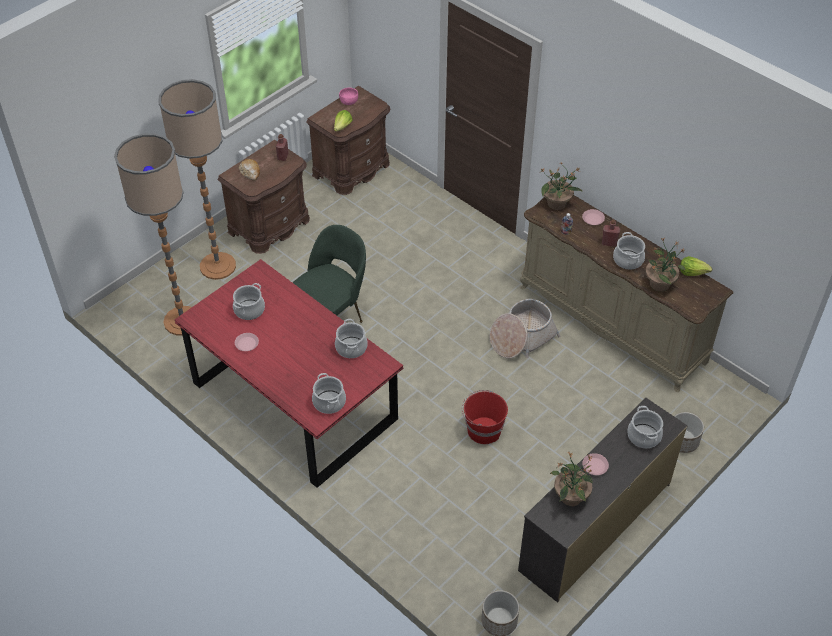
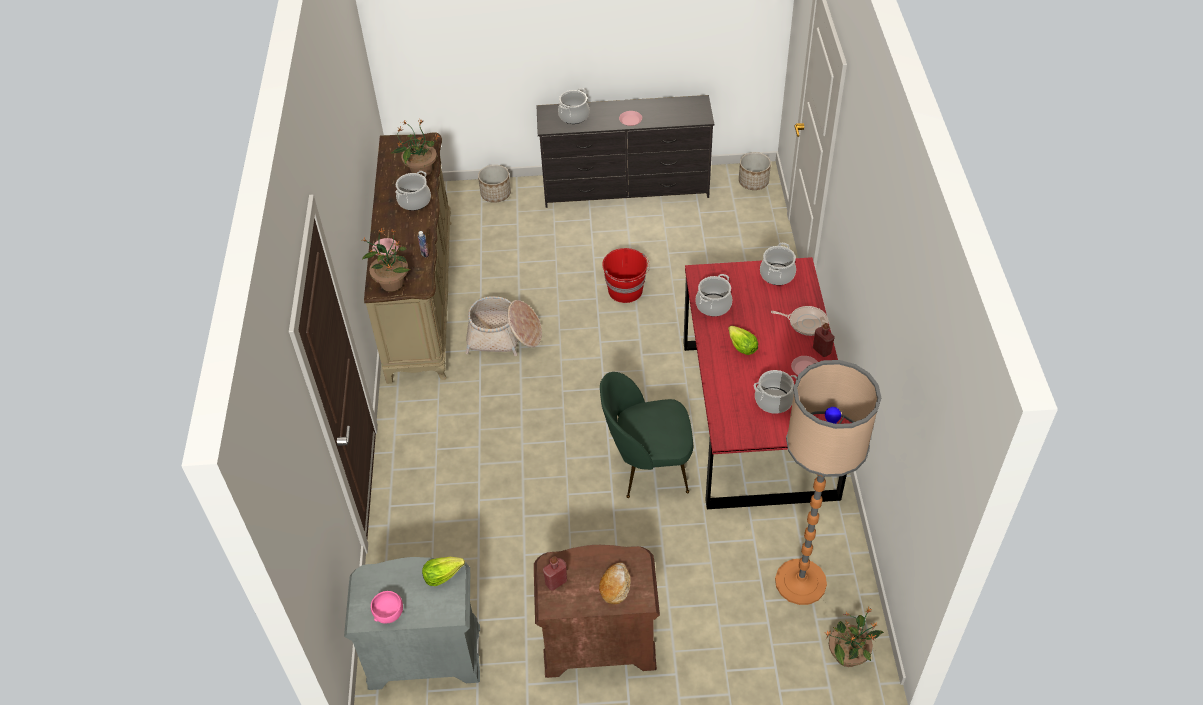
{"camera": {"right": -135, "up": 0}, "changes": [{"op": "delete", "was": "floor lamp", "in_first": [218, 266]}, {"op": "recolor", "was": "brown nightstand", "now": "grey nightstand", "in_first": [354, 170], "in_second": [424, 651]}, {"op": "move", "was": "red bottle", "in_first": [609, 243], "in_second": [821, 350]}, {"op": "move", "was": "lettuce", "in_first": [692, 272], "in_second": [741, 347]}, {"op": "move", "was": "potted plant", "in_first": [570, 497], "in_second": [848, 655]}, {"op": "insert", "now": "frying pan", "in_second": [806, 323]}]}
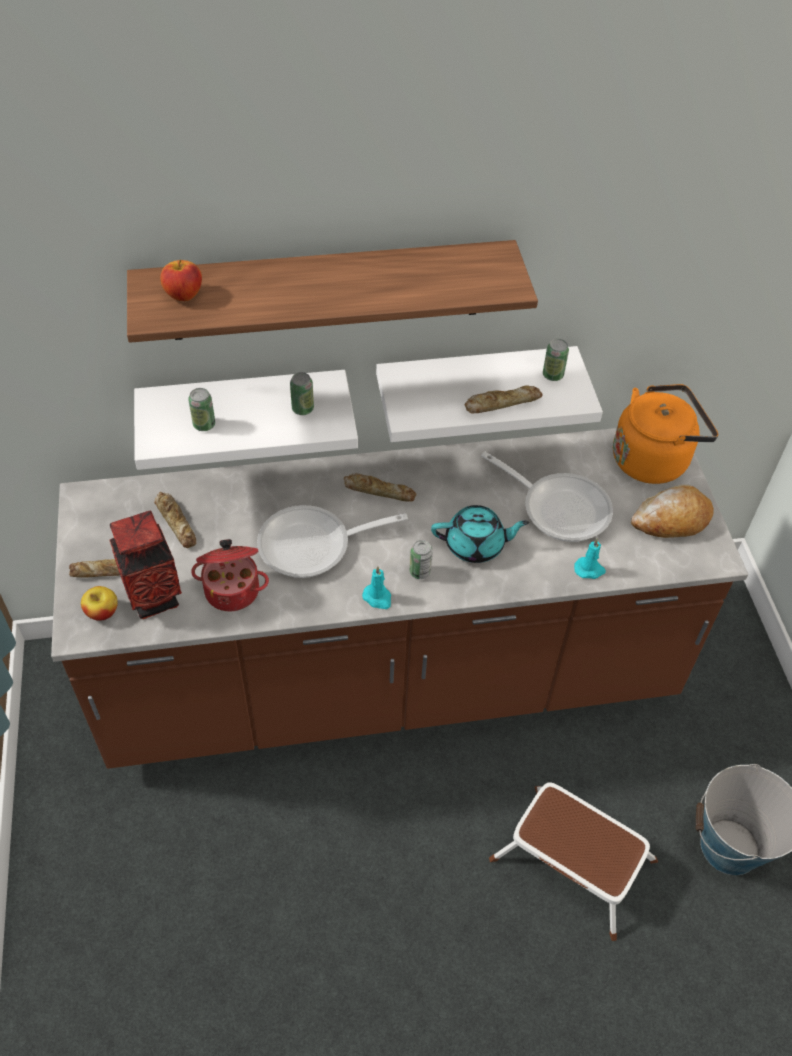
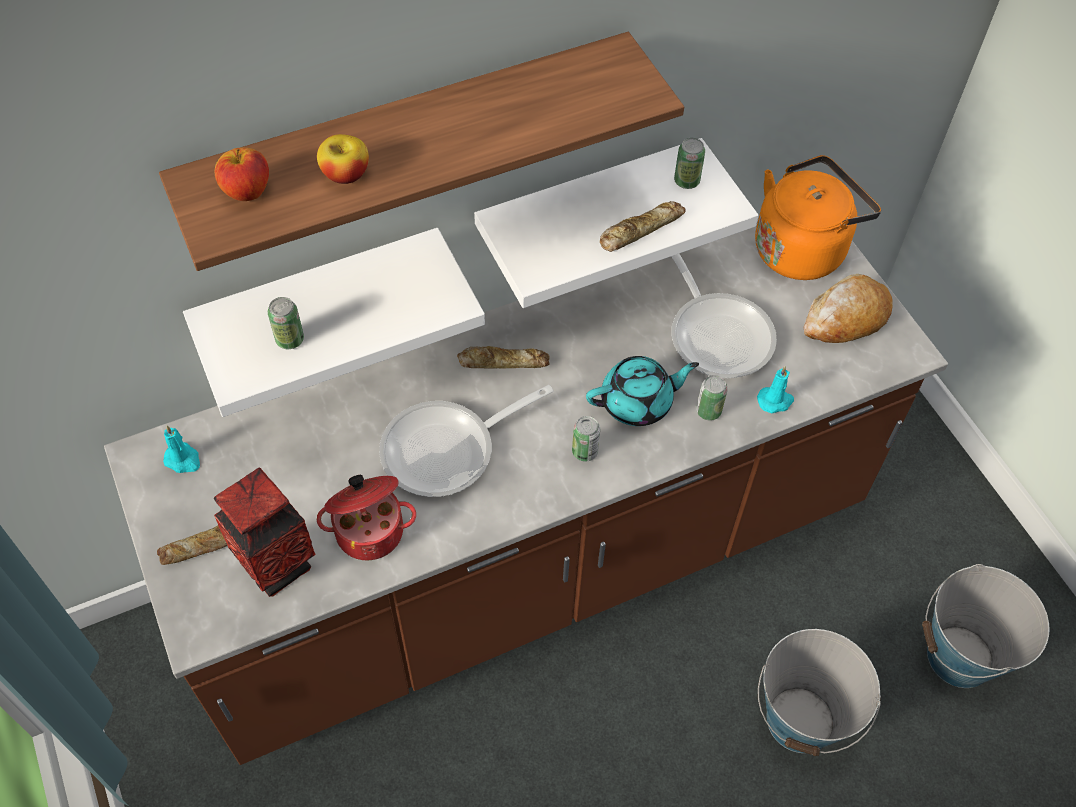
{"camera": {"right": -15, "up": 5}, "changes": [{"op": "move", "was": "can", "in_first": [302, 409], "in_second": [708, 411]}, {"op": "rotate", "was": "frying pan", "in_first": [559, 507], "in_second": [717, 333], "clockwise": 45}, {"op": "delete", "was": "bread", "in_first": [176, 522]}, {"op": "move", "was": "turquoise candle", "in_first": [378, 598], "in_second": [183, 460]}, {"op": "move", "was": "apple", "in_first": [102, 612], "in_second": [345, 174]}, {"op": "replace", "was": "brown step ladder", "now": "bucket", "in_first": [573, 861], "in_second": [801, 720]}]}
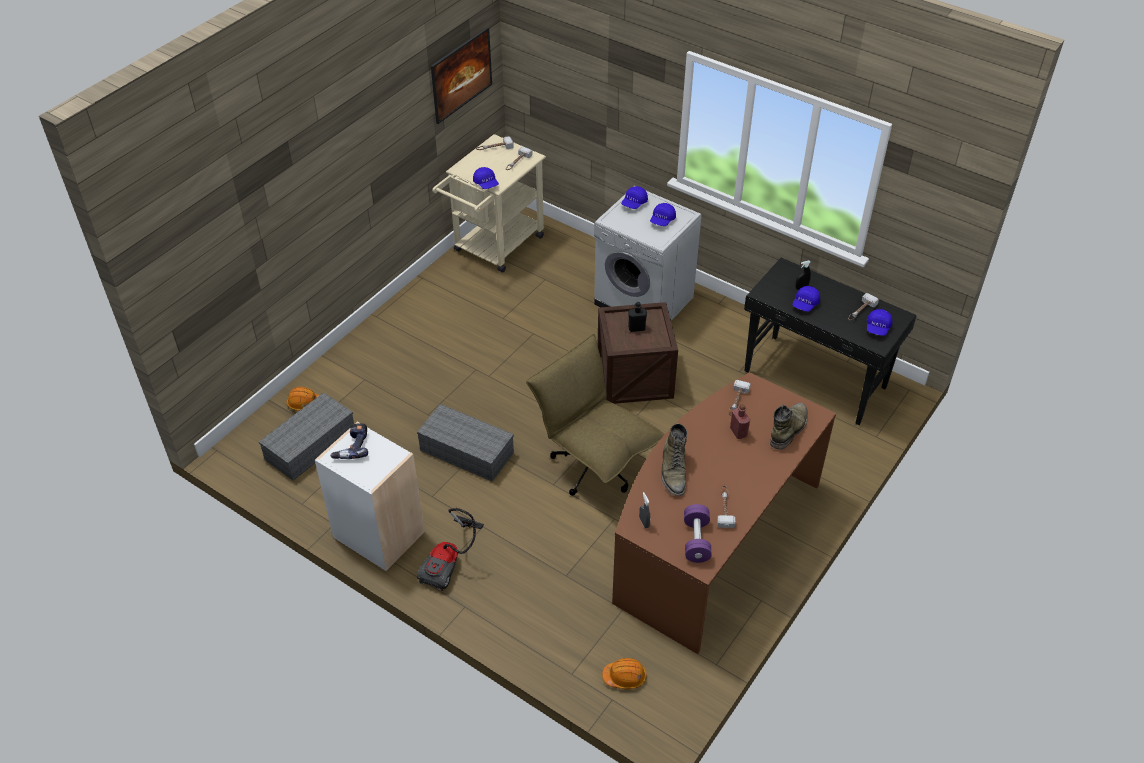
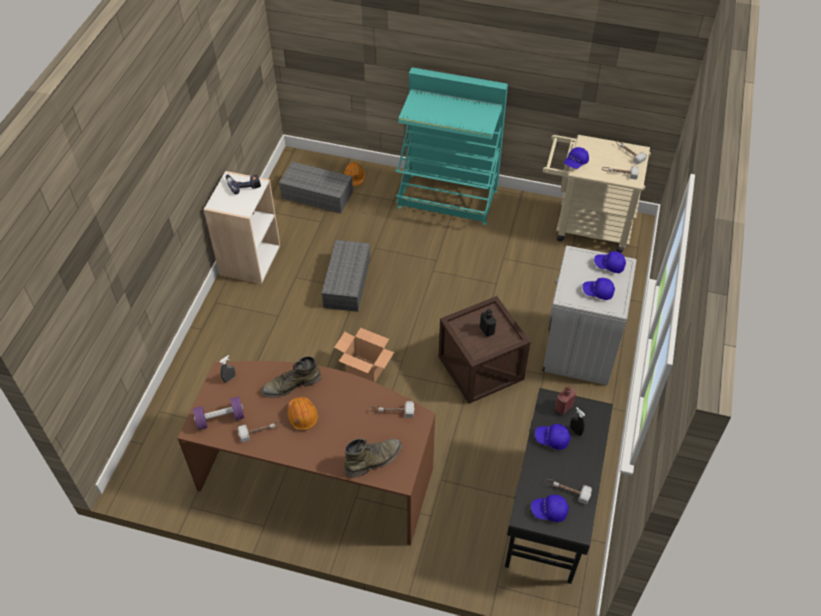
{"camera": {"right": 70, "up": 5}, "changes": [{"op": "delete", "was": "picture", "in_first": [462, 89]}, {"op": "replace", "was": "beige office chair", "now": "cardboard box", "in_first": [596, 466], "in_second": [365, 369]}, {"op": "rotate", "was": "green boot", "in_first": [789, 429], "in_second": [373, 460], "clockwise": -45}, {"op": "move", "was": "red bottle", "in_first": [738, 432], "in_second": [563, 407]}, {"op": "delete", "was": "vacuum cleaner", "in_first": [450, 562]}, {"op": "move", "was": "orange hard hat", "in_first": [625, 677], "in_second": [302, 416]}, {"op": "insert", "now": "turquoise shoe rack", "in_second": [446, 201]}]}
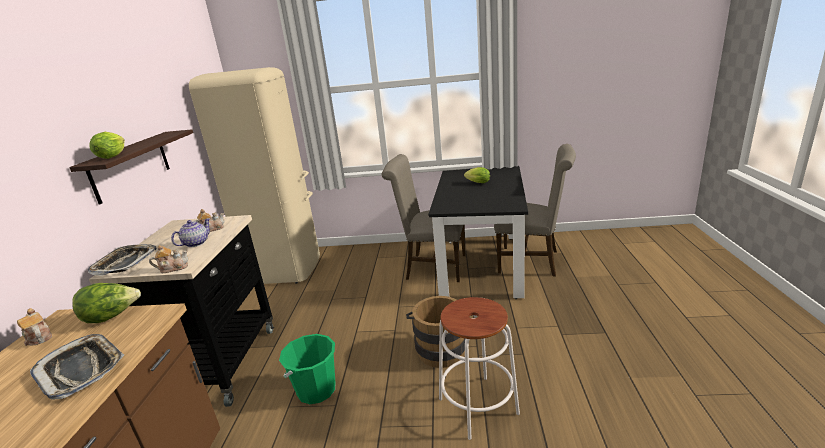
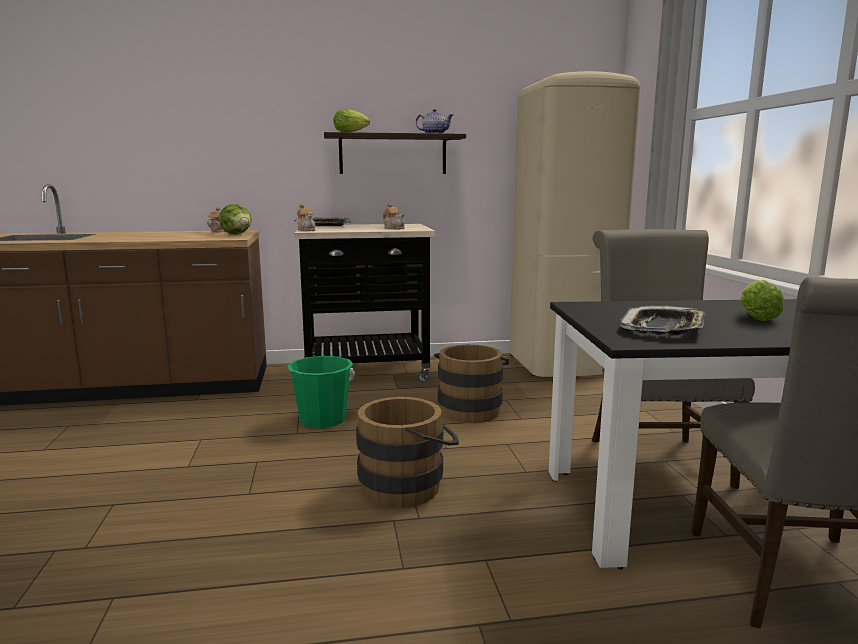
{"camera": {"right": 75, "up": -10}, "changes": [{"op": "move", "was": "teapot", "in_first": [195, 243], "in_second": [434, 134]}, {"op": "delete", "was": "white stool", "in_first": [478, 406]}, {"op": "move", "was": "tray", "in_first": [81, 369], "in_second": [663, 328]}, {"op": "insert", "now": "brown bucket", "in_second": [470, 409]}]}
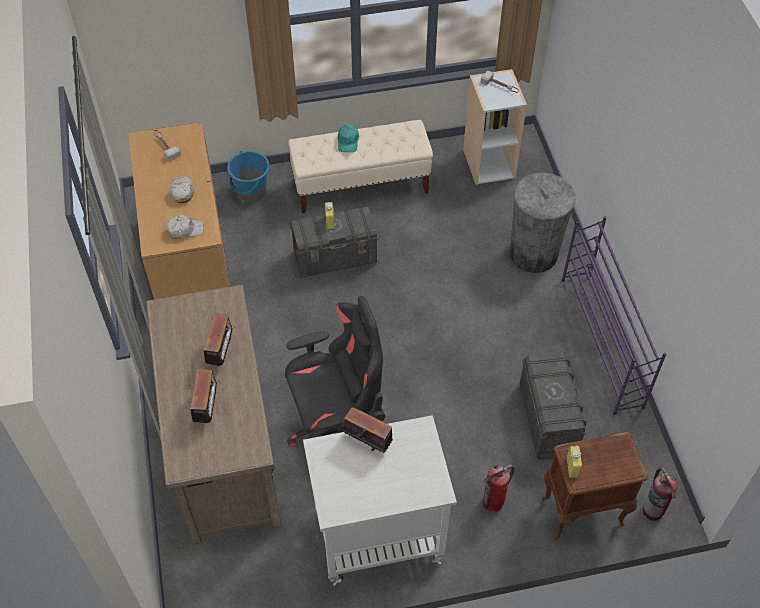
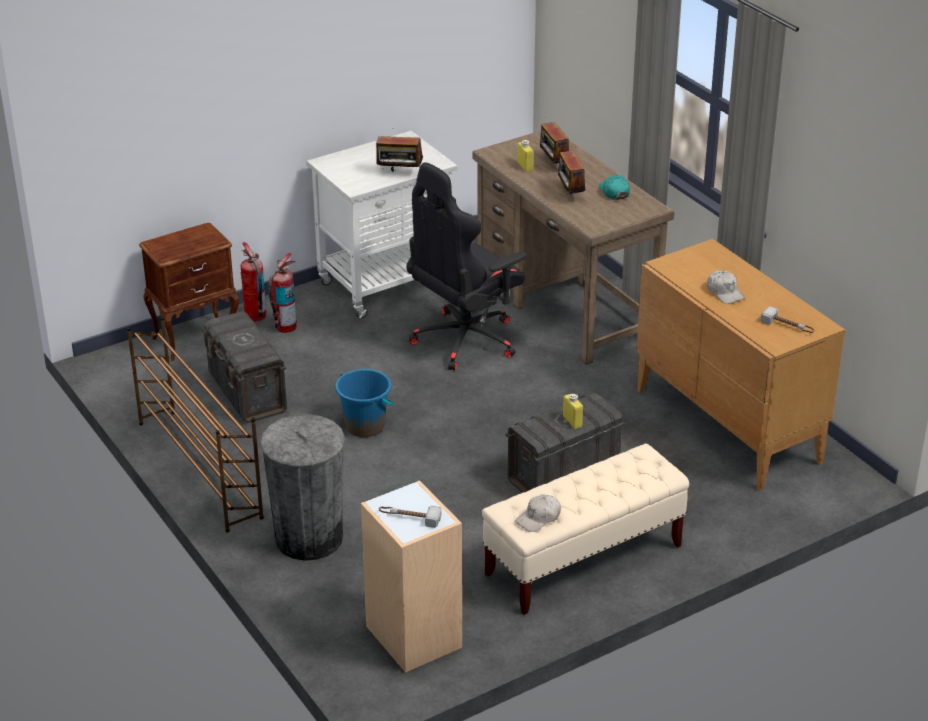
{"camera": {"right": 160, "up": -20}, "changes": [{"op": "move", "was": "turquoise cap", "in_first": [348, 141], "in_second": [614, 192]}, {"op": "move", "was": "blue bucket", "in_first": [251, 192], "in_second": [365, 426]}, {"op": "move", "was": "white cap", "in_first": [185, 230], "in_second": [539, 518]}, {"op": "recolor", "was": "purple shoe rack", "now": "brown shoe rack", "in_first": [601, 342], "in_second": [199, 468]}, {"op": "move", "was": "yellow bottle", "in_first": [572, 467], "in_second": [525, 166]}, {"op": "move", "was": "fire extinguisher", "in_first": [653, 510], "in_second": [255, 316]}]}
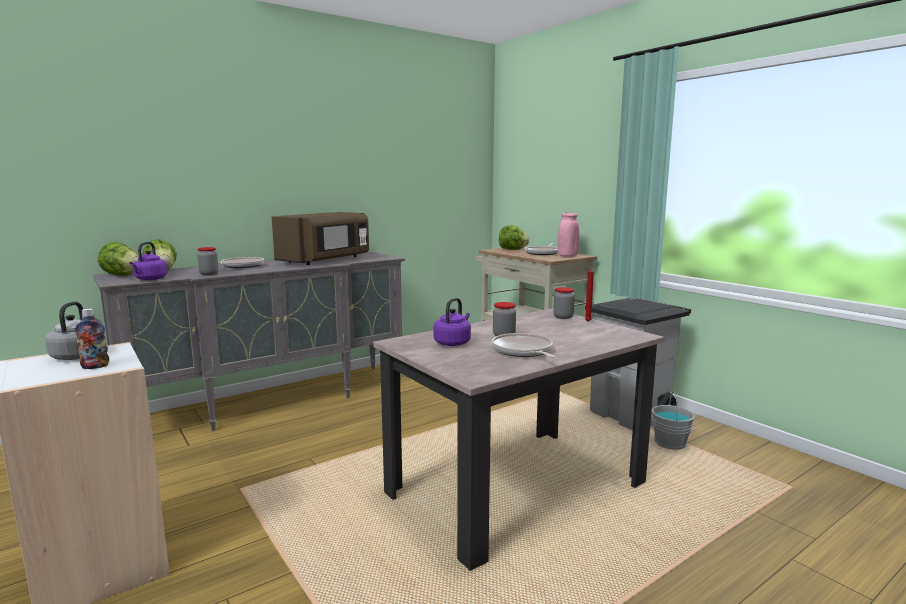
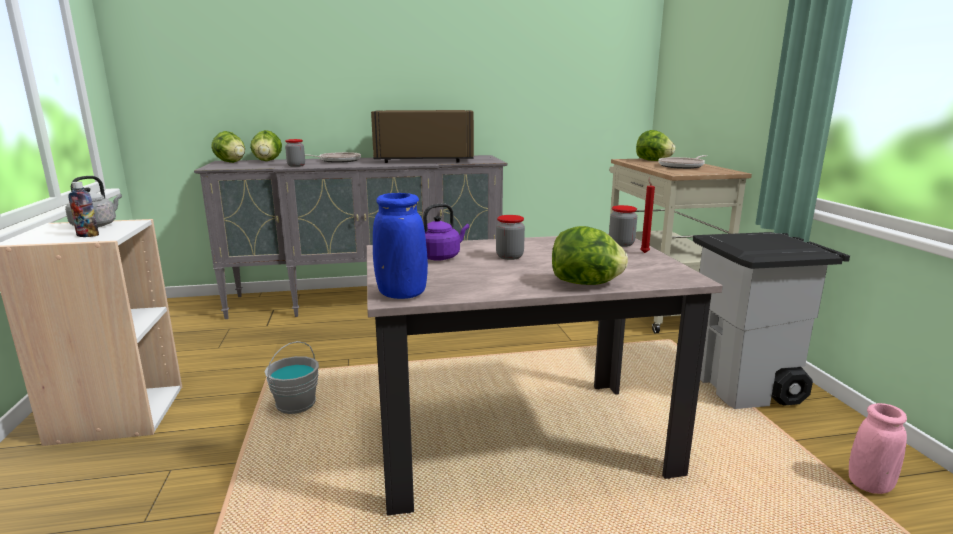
{"camera": {"right": 25, "up": 5}, "changes": [{"op": "rotate", "was": "brown microwave", "in_first": [325, 260], "in_second": [425, 160], "clockwise": -150}, {"op": "move", "was": "pink vase", "in_first": [568, 256], "in_second": [870, 485]}, {"op": "delete", "was": "purple kettle", "in_first": [150, 279]}, {"op": "delete", "was": "frying pan", "in_first": [523, 351]}, {"op": "move", "was": "grey bucket", "in_first": [669, 443], "in_second": [296, 405]}, {"op": "insert", "now": "blue vase", "in_second": [401, 294]}, {"op": "insert", "now": "lettuce", "in_second": [586, 283]}]}
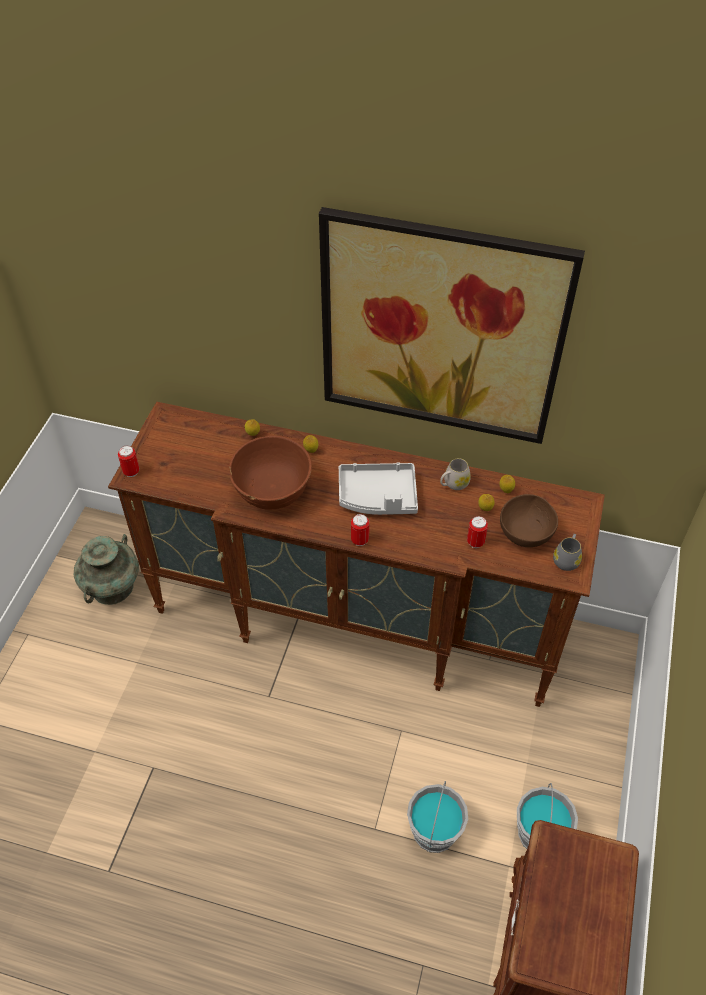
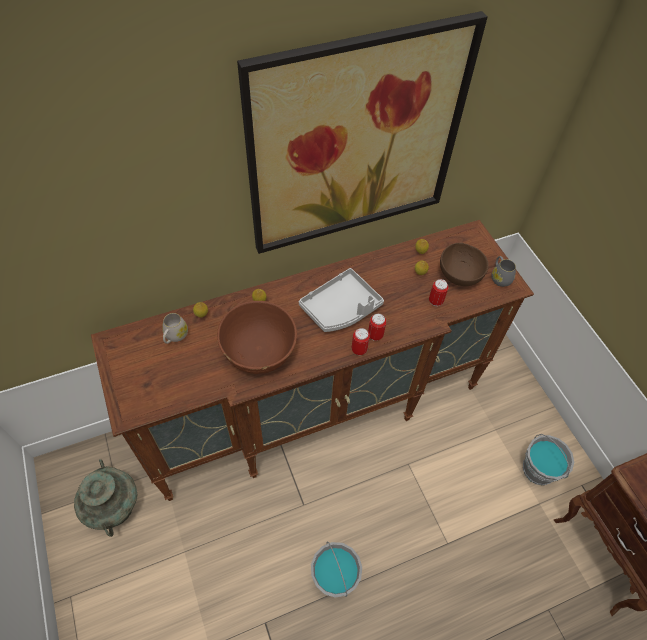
{"camera": {"right": -40, "up": 5}, "changes": [{"op": "move", "was": "can", "in_first": [131, 472], "in_second": [375, 335]}, {"op": "move", "was": "white mug", "in_first": [453, 484], "in_second": [175, 336]}, {"op": "move", "was": "grey bucket", "in_first": [435, 832], "in_second": [335, 577]}]}
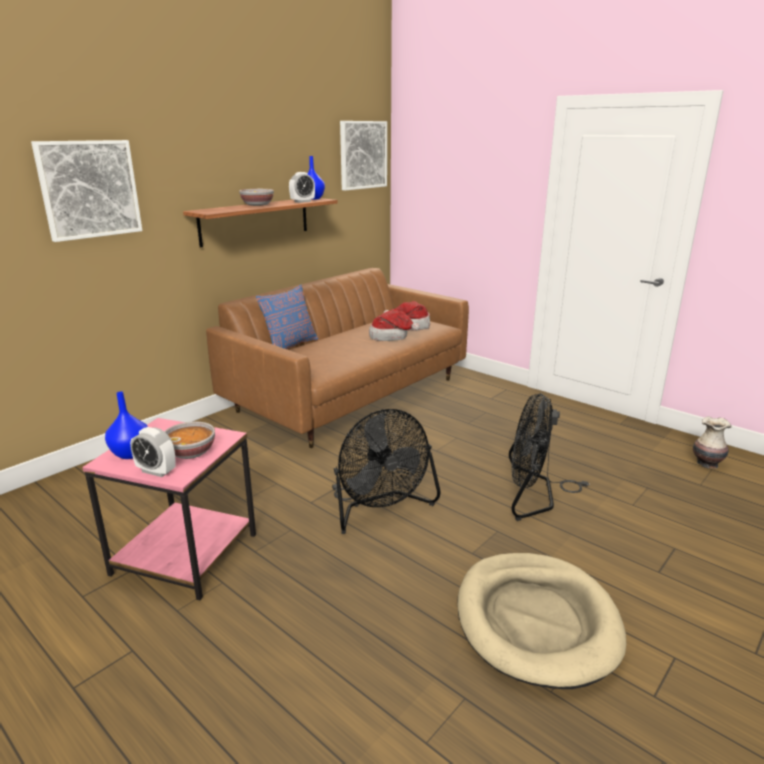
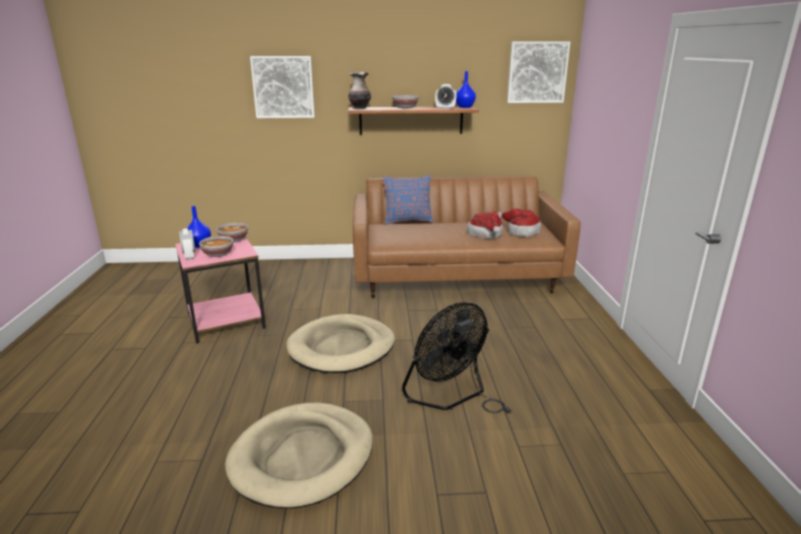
{"camera": {"right": 45, "up": 0}, "changes": [{"op": "replace", "was": "black fan", "now": "beige dog bed", "in_first": [376, 508], "in_second": [342, 348]}, {"op": "move", "was": "vase", "in_first": [707, 464], "in_second": [359, 108]}, {"op": "insert", "now": "bowl", "in_second": [233, 240]}]}
